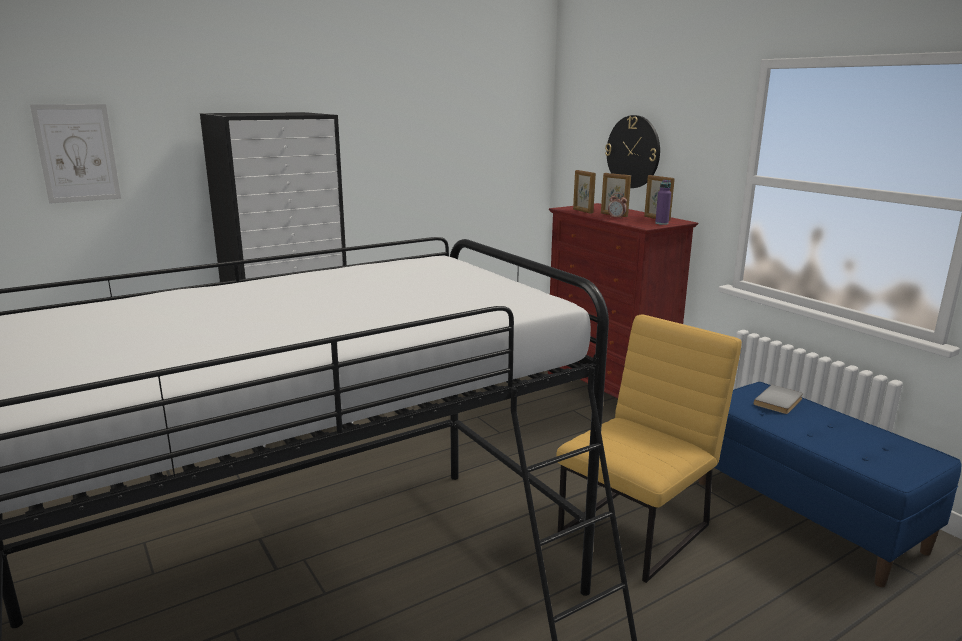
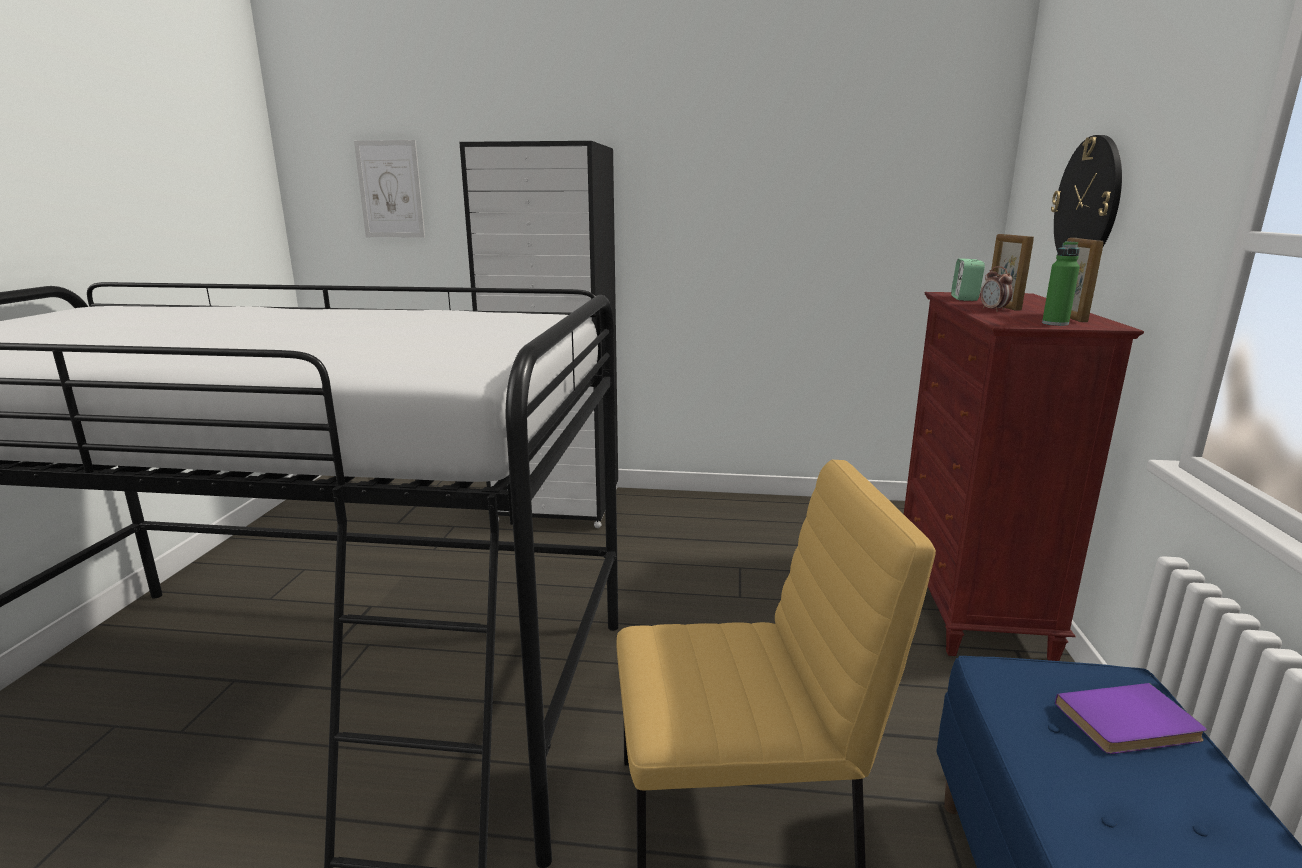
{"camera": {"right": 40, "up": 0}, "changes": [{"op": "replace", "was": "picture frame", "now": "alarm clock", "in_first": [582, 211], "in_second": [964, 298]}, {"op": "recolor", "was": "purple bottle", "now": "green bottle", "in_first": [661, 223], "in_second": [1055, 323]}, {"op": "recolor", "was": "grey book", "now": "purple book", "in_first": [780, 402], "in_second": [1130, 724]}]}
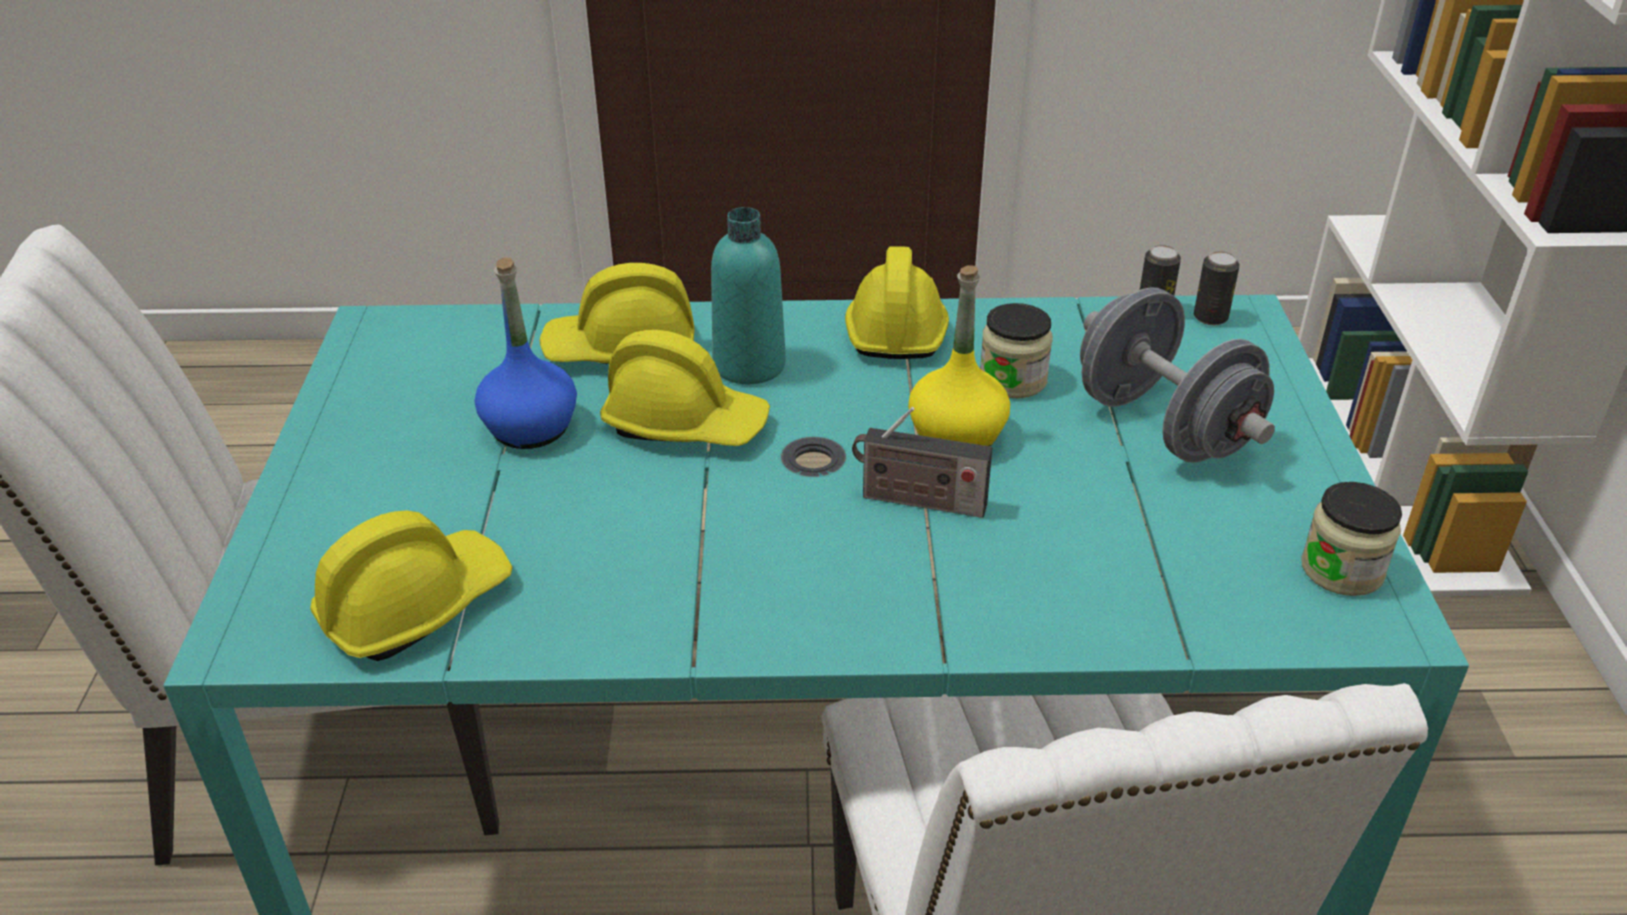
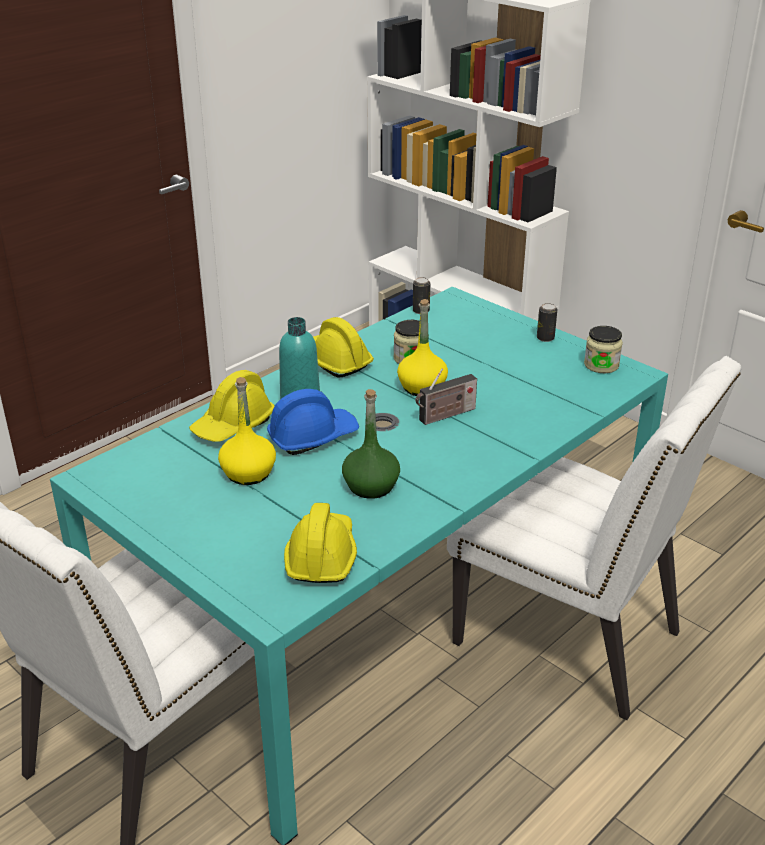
{"camera": {"right": -45, "up": -5}, "changes": [{"op": "move", "was": "can", "in_first": [1210, 317], "in_second": [545, 338]}, {"op": "recolor", "was": "blue bottle", "now": "yellow bottle", "in_first": [530, 427], "in_second": [249, 473]}, {"op": "delete", "was": "grey dumbbell", "in_first": [1164, 426]}, {"op": "recolor", "was": "yellow hard hat", "now": "blue hard hat", "in_first": [685, 423], "in_second": [312, 437]}, {"op": "insert", "now": "green bottle", "in_second": [371, 486]}]}
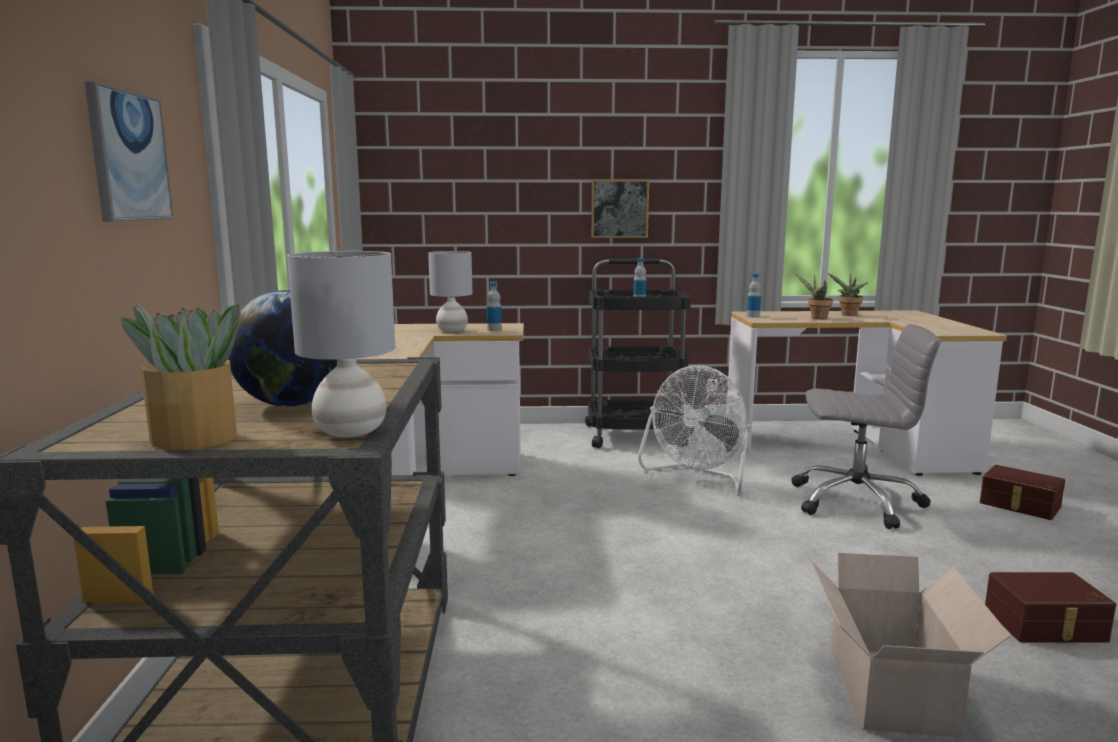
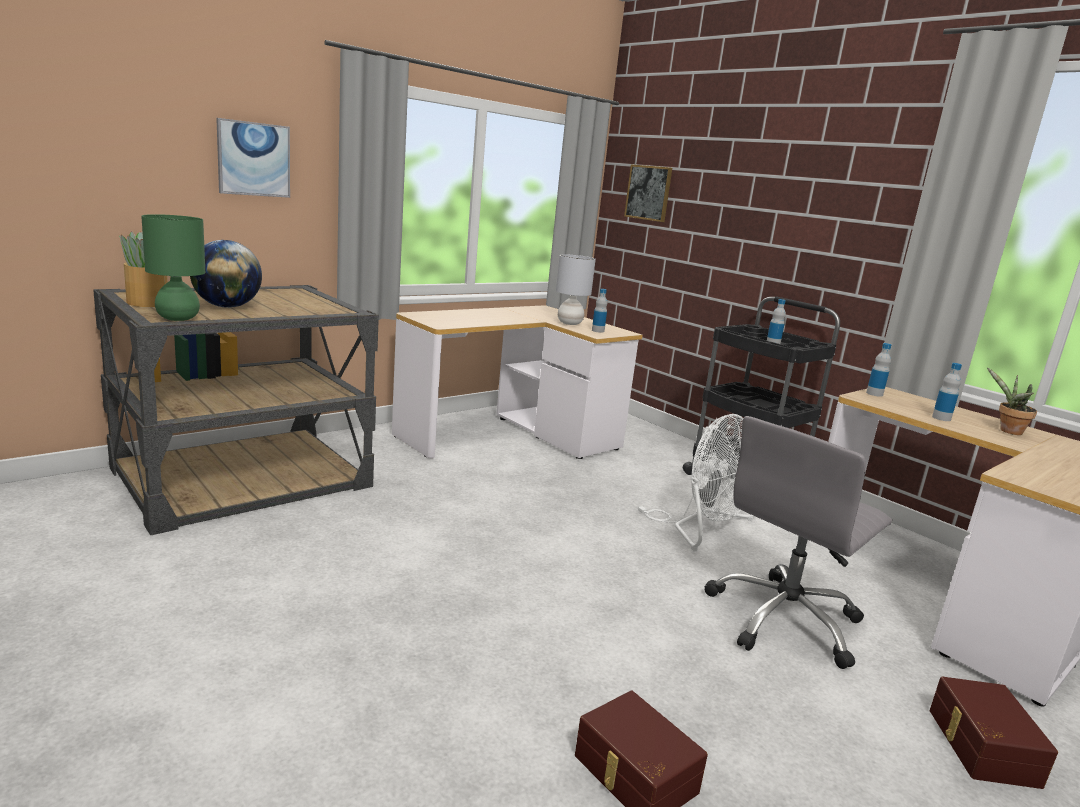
{"camera": {"right": 50, "up": 5}, "changes": [{"op": "move", "was": "picture", "in_first": [619, 208], "in_second": [648, 193]}, {"op": "recolor", "was": "grey table lamp", "now": "green table lamp", "in_first": [351, 431], "in_second": [179, 318]}, {"op": "replace", "was": "potted plant", "now": "bottle", "in_first": [816, 318], "in_second": [941, 418]}, {"op": "rotate", "was": "grey office chair", "in_first": [856, 502], "in_second": [784, 620], "clockwise": 75}, {"op": "rotate", "was": "white fan", "in_first": [696, 476], "in_second": [702, 526], "clockwise": -135}, {"op": "delete", "was": "cardboard box", "in_first": [890, 693]}]}
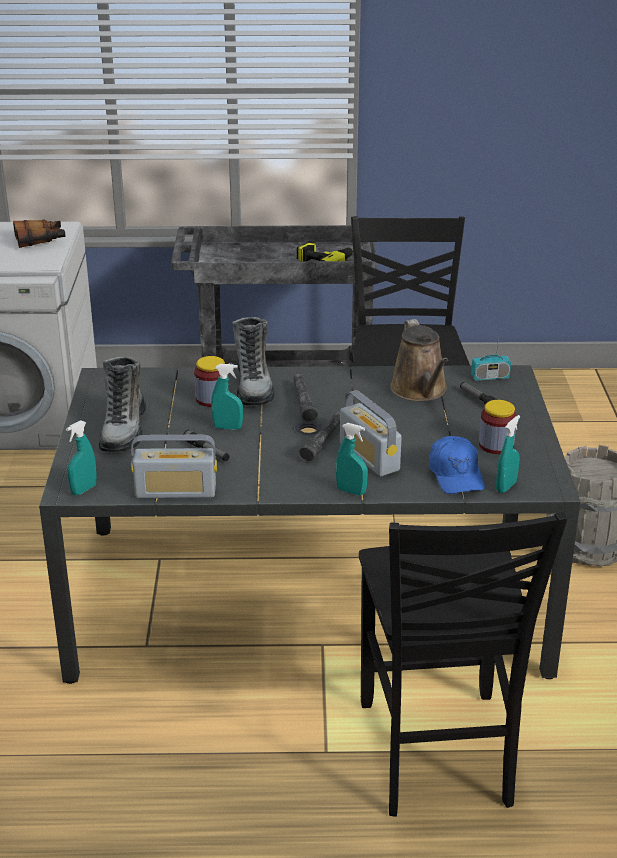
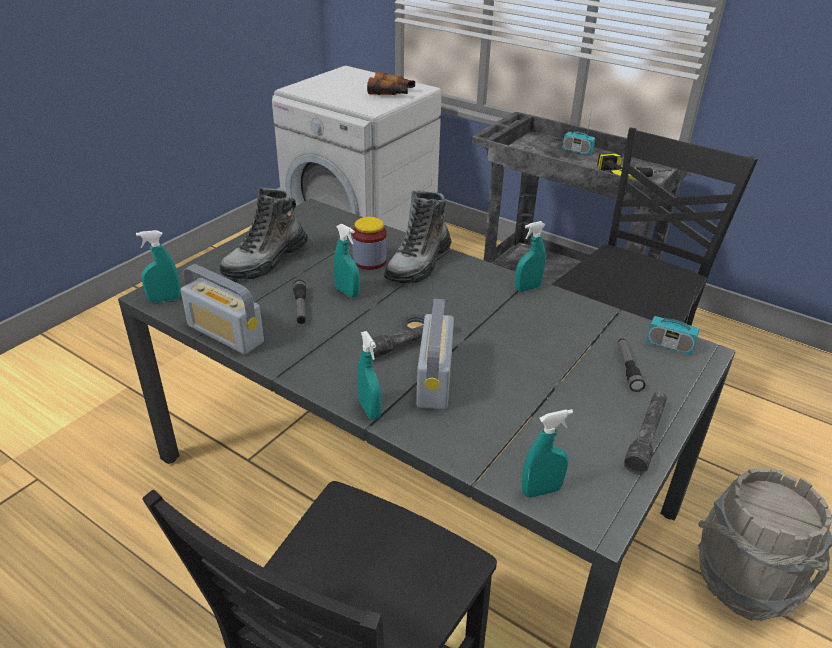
{"camera": {"right": 35, "up": 5}, "changes": [{"op": "delete", "was": "brown watering can", "in_first": [420, 390]}, {"op": "move", "was": "grey flashlight", "in_first": [303, 403], "in_second": [646, 436]}, {"op": "delete", "was": "jar", "in_first": [496, 445]}, {"op": "delete", "was": "blue cap", "in_first": [456, 475]}, {"op": "insert", "now": "radio", "in_second": [577, 151]}, {"op": "insert", "now": "turquoise spray bottle", "in_second": [527, 288]}]}
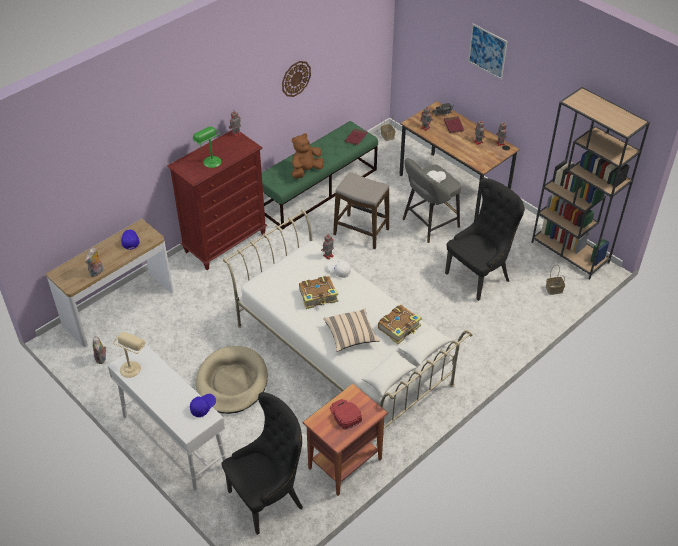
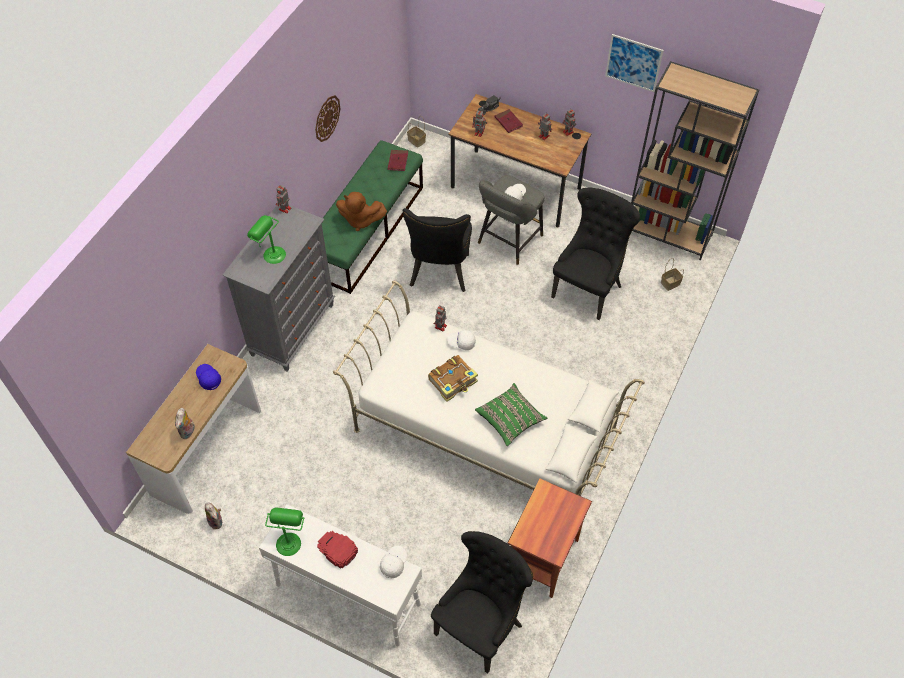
{"camera": {"right": -20, "up": 10}, "changes": [{"op": "move", "was": "picture", "in_first": [487, 51], "in_second": [633, 63]}, {"op": "recolor", "was": "red dresser", "now": "grey dresser", "in_first": [225, 242], "in_second": [293, 329]}, {"op": "rotate", "was": "brown plush toy", "in_first": [306, 171], "in_second": [360, 220], "clockwise": -105}, {"op": "replace", "was": "stool", "now": "black chair", "in_first": [361, 232], "in_second": [440, 272]}, {"op": "delete", "was": "book", "in_first": [400, 328]}, {"op": "recolor", "was": "beige pillow", "now": "green pillow", "in_first": [351, 335], "in_second": [510, 419]}, {"op": "recolor", "was": "beige table lamp", "now": "green table lamp", "in_first": [132, 366], "in_second": [289, 539]}, {"op": "delete", "was": "beige dog bed", "in_first": [232, 382]}, {"op": "recolor", "was": "blue cap", "now": "white cap", "in_first": [203, 407], "in_second": [393, 563]}, {"op": "move", "was": "red cap", "in_first": [345, 414], "in_second": [337, 549]}]}
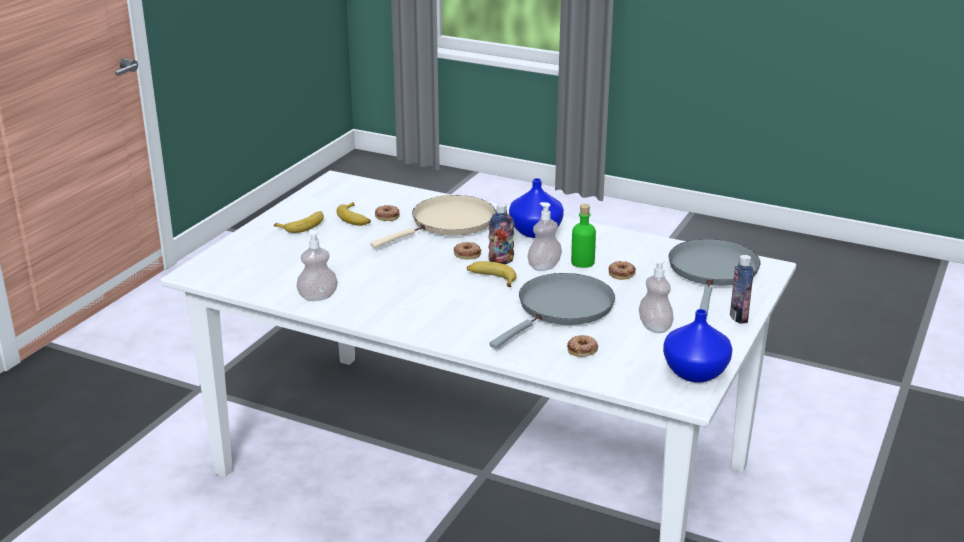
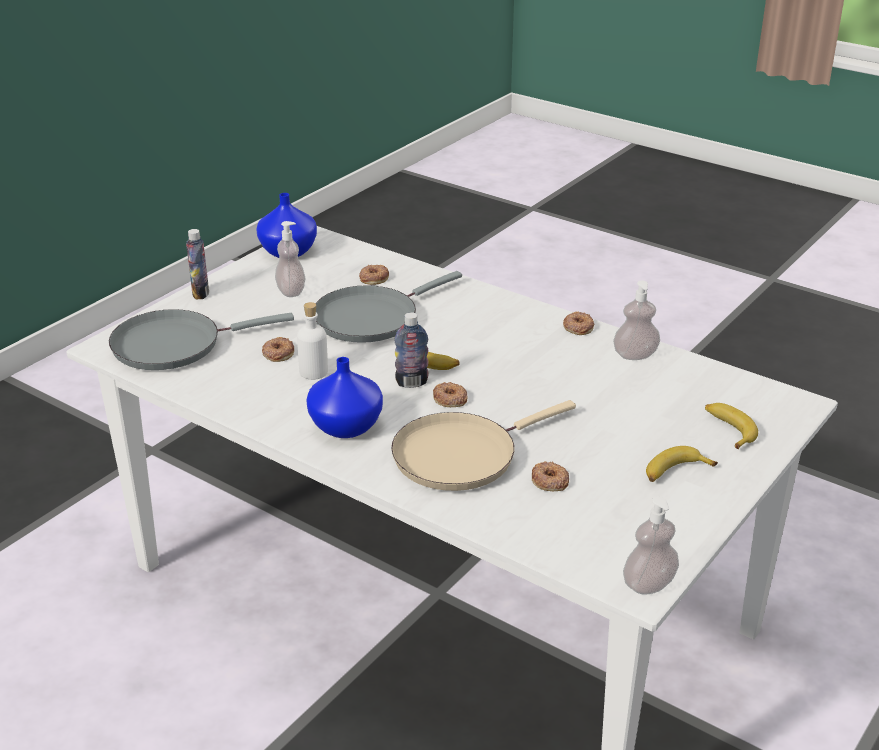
{"camera": {"right": -170, "up": 5}, "changes": [{"op": "move", "was": "banana", "in_first": [355, 219], "in_second": [728, 430]}, {"op": "move", "was": "soap dispenser", "in_first": [544, 266], "in_second": [649, 584]}, {"op": "recolor", "was": "green bottle", "now": "white bottle", "in_first": [582, 262], "in_second": [313, 372]}, {"op": "rotate", "was": "grey frying pan", "in_first": [713, 272], "in_second": [174, 345], "clockwise": 45}, {"op": "insert", "now": "donut", "in_second": [578, 327]}]}
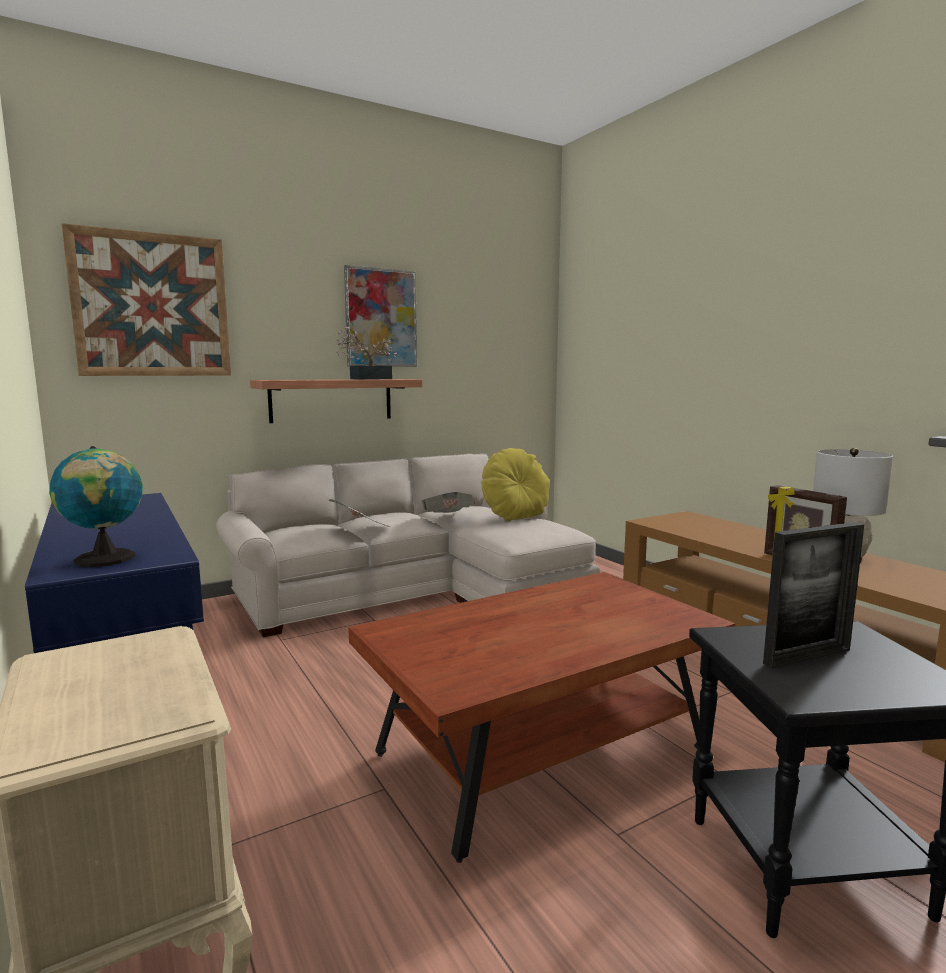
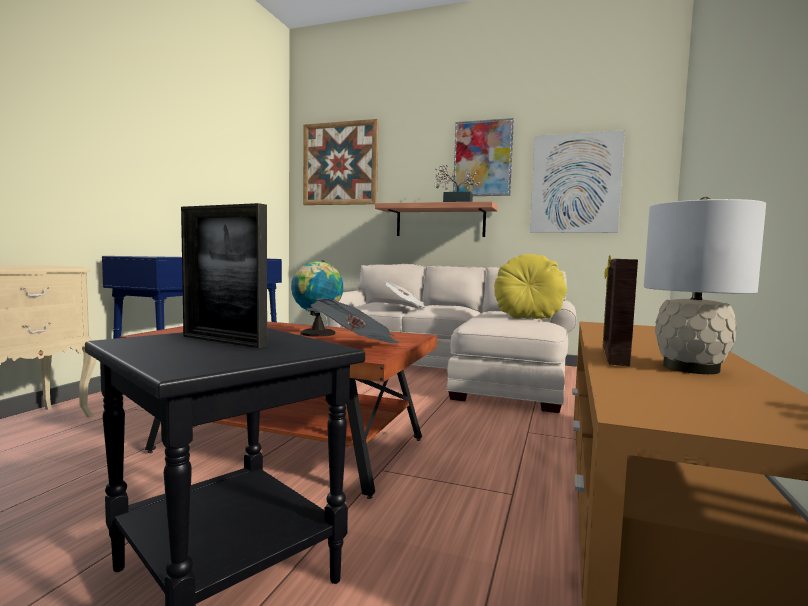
{"camera": {"right": 50, "up": -5}, "changes": [{"op": "move", "was": "globe", "in_first": [106, 560], "in_second": [317, 334]}, {"op": "move", "was": "newspaper", "in_first": [448, 518], "in_second": [357, 347]}, {"op": "insert", "now": "picture", "in_second": [575, 183]}]}
